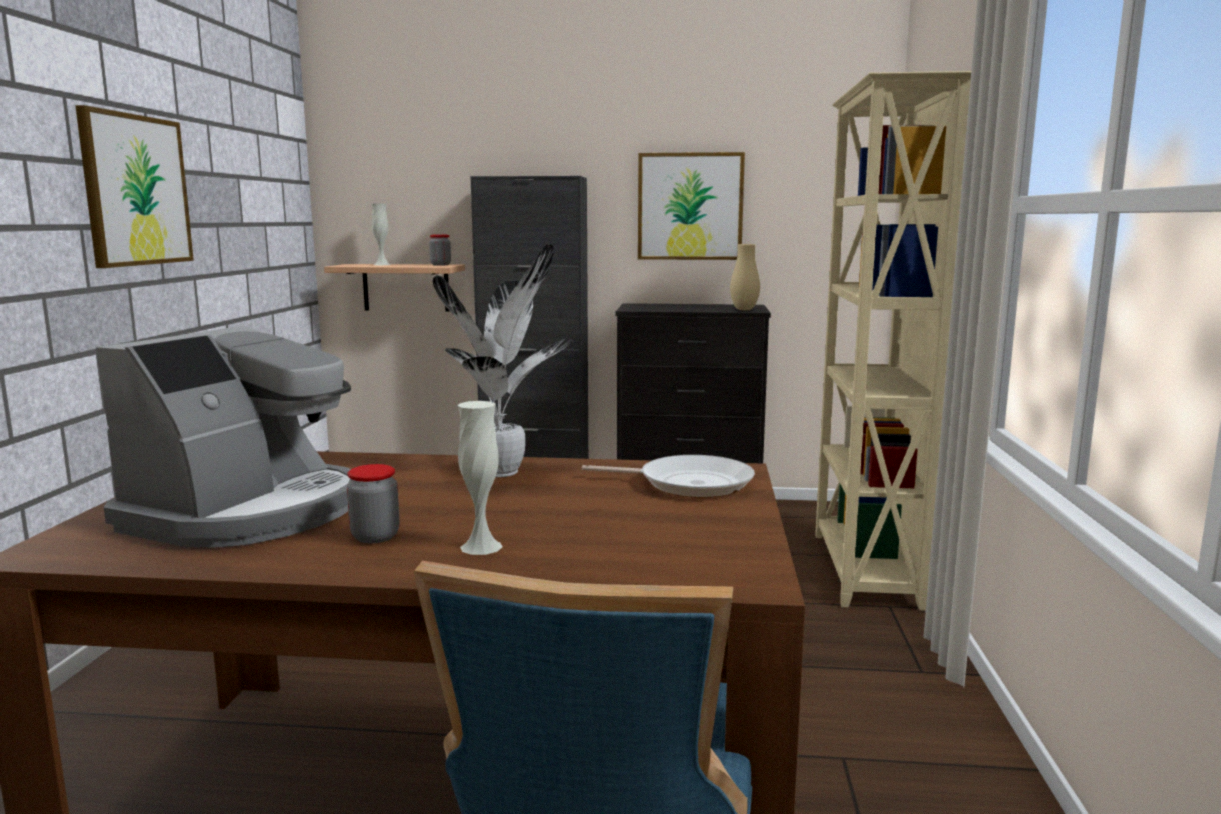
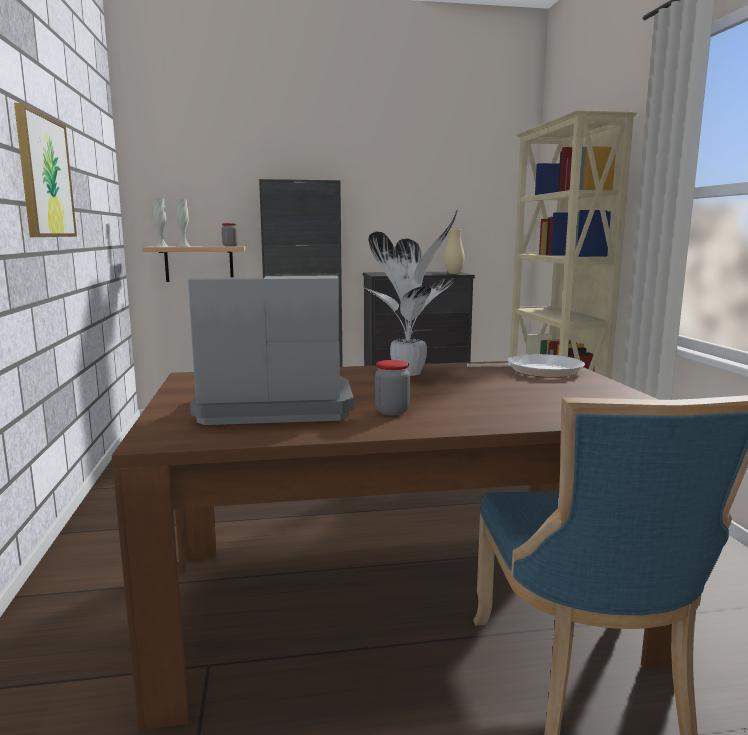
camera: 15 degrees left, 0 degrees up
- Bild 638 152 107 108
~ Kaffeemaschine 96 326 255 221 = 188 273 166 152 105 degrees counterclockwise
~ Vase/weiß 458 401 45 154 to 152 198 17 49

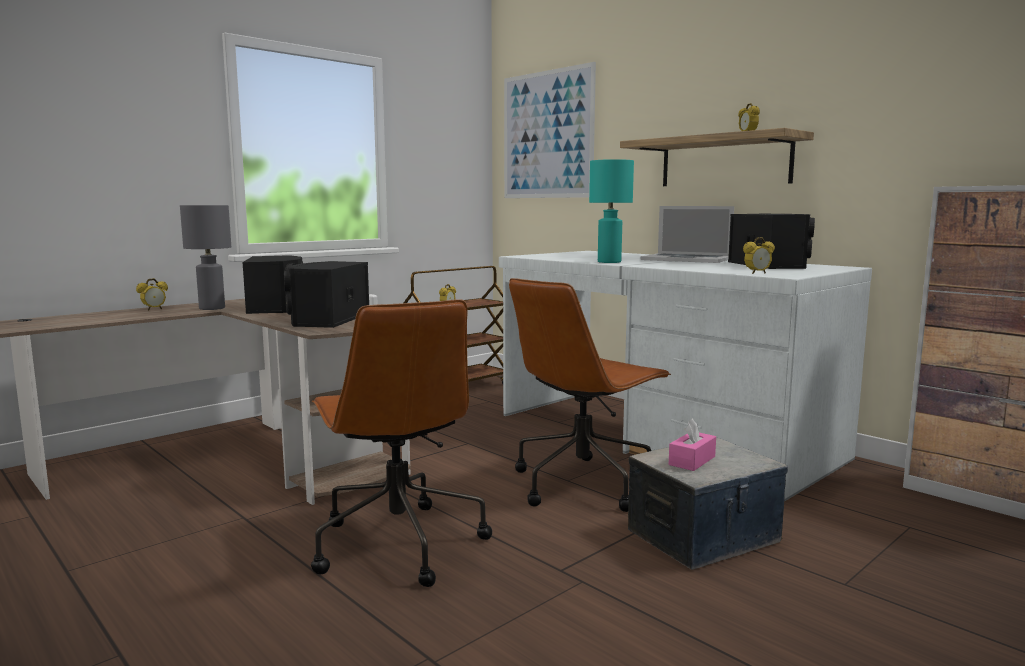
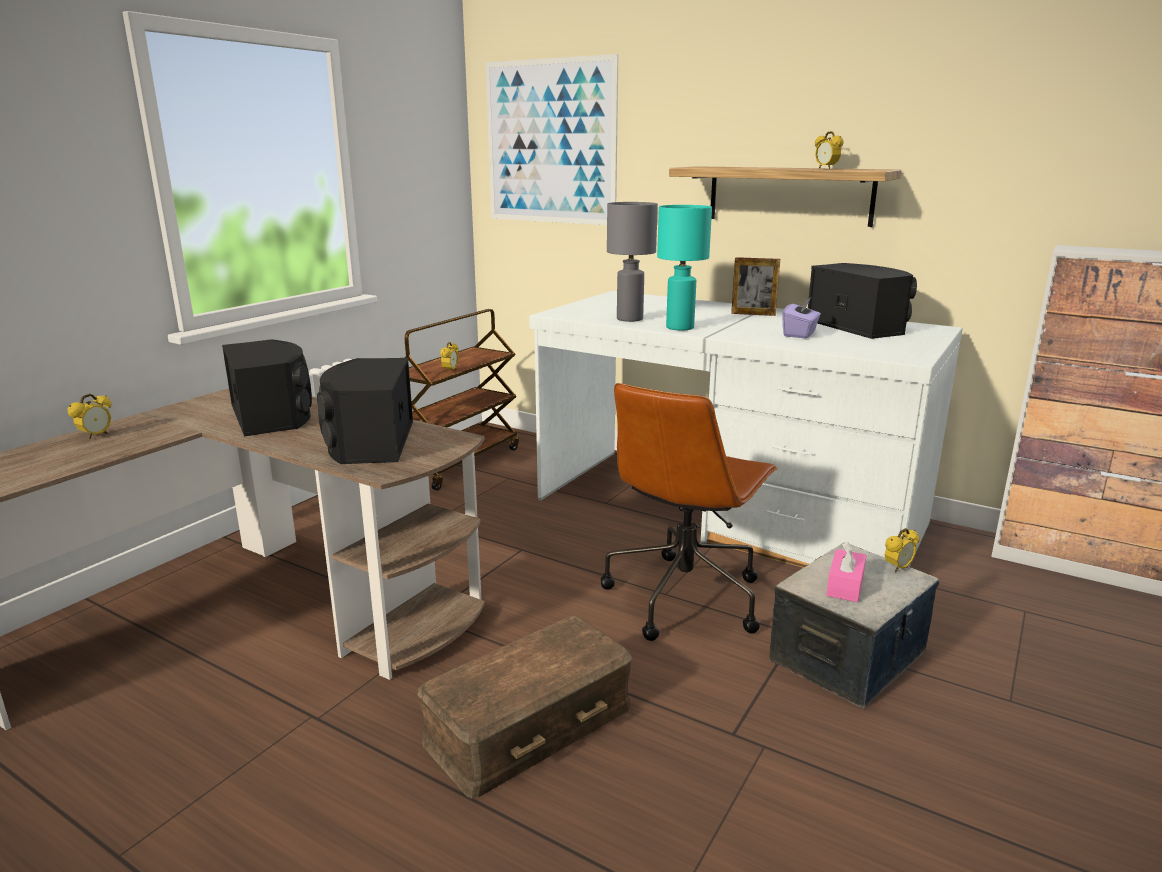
camera: 15 degrees left, 10 degrees up
~ Tischlampe/grau 180 205 51 105 to 607 202 51 120
~ Laptop 641 206 93 57 to Bilderrahmen 731 257 49 59
~ Wecker 743 237 32 37 to 885 528 35 45
~ Bürostuhl/braun 311 299 181 288 to Aufbewahrungsbox/braun 417 616 215 183
+ Taschentuchbox/lila 782 297 39 42

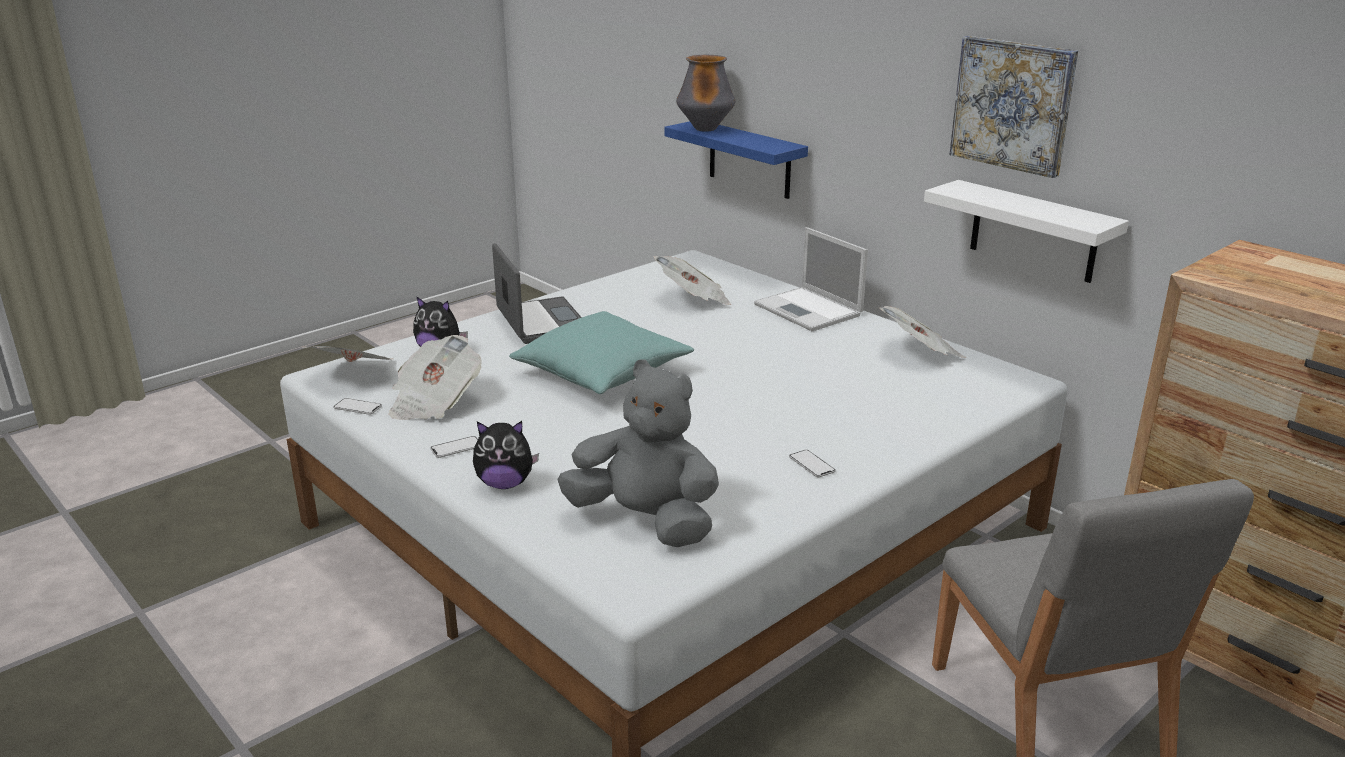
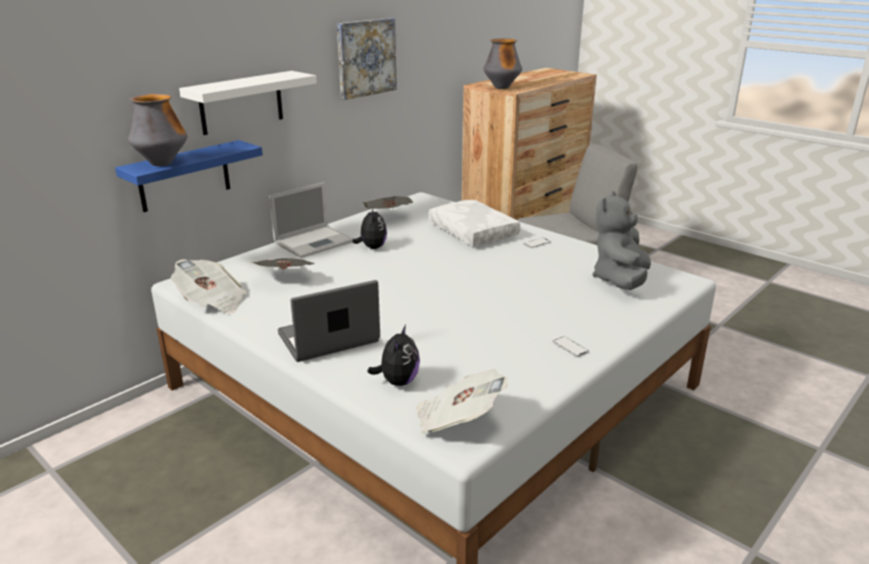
camera: 95 degrees left, 0 degrees up
~ Wandregal/weiß 924 180 205 103 to 179 71 137 64
- Kissen/türkis 509 311 185 83
~ Zeitung 389 335 93 85 to 171 259 75 54
- Handy 333 398 49 17
~ Plüschtier 473 421 66 68 to 352 208 35 41
+ Vase 483 38 39 51
+ Kissen/weiß 429 200 91 46

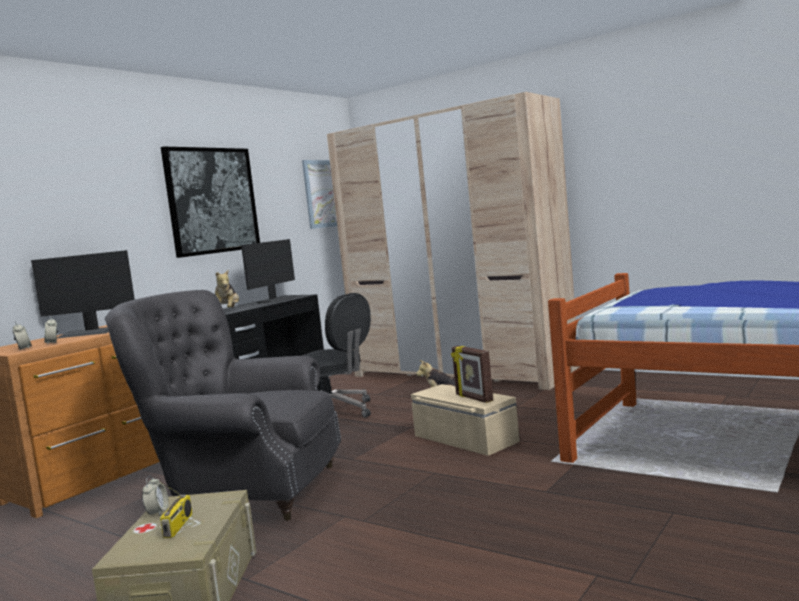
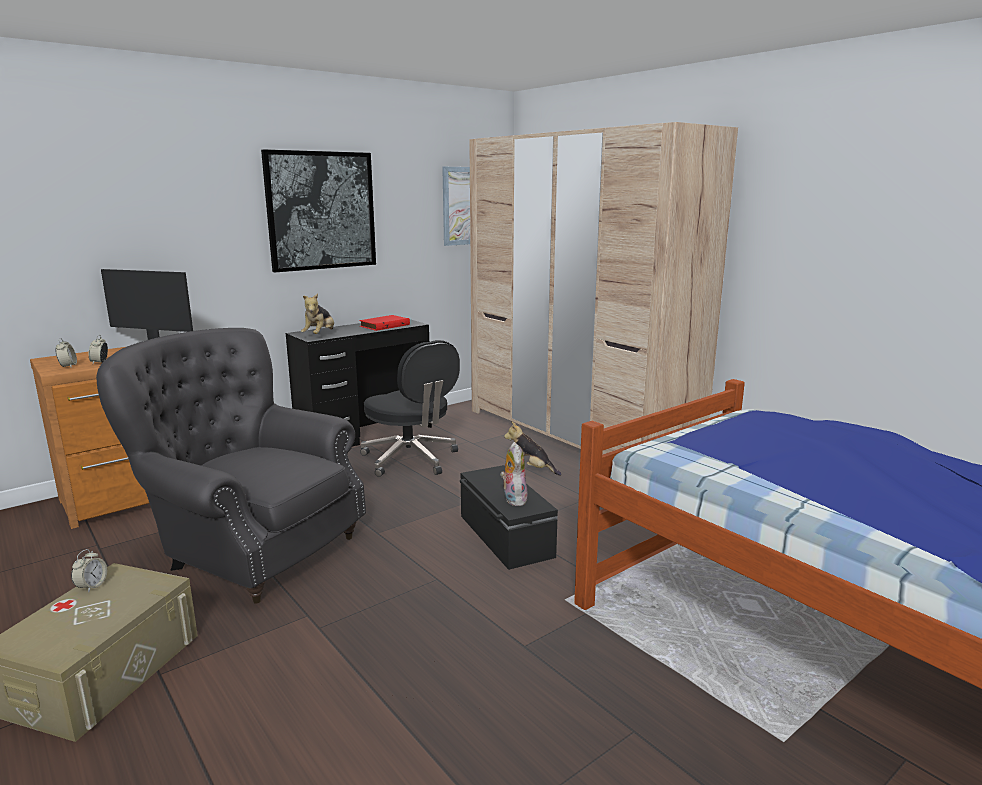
camera: 15 degrees right, 10 degrees up
~ Monitor 241 239 57 64 to Buch/rot 359 315 51 16
~ Bilderrahmen 451 346 42 57 to Plüschtier 500 442 28 64
~ Aufbewahrungsbox/beige 411 384 109 72 to Aufbewahrungsbox/schwarz 460 465 98 105
- Radio 160 482 32 56

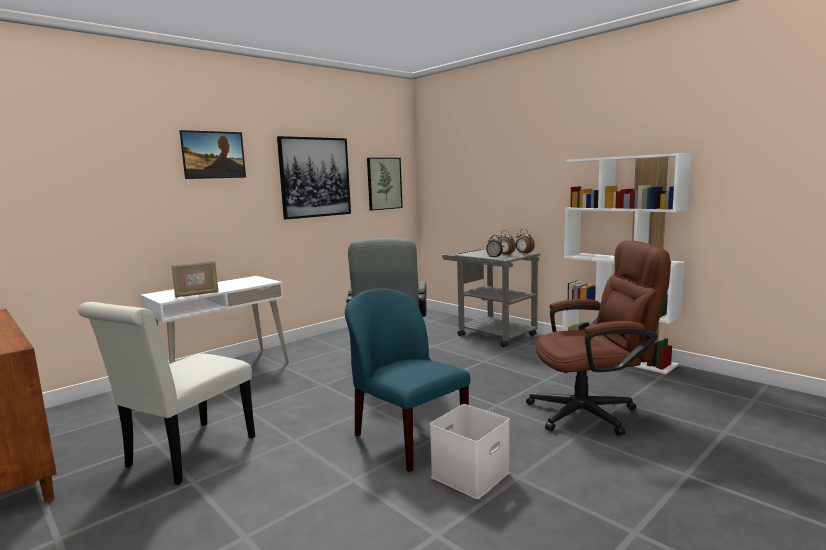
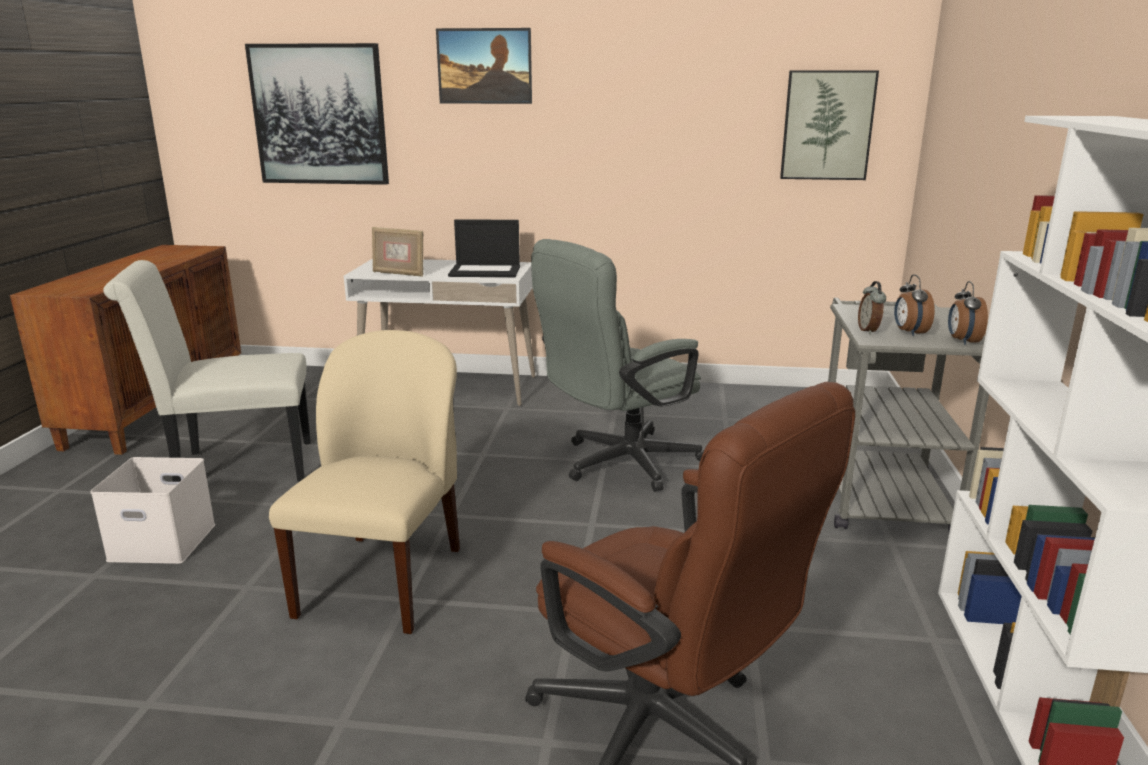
camera: 50 degrees right, 10 degrees up
~ Bild 277 136 74 84 to 245 43 144 142
~ Stuhl/blau 345 288 126 184 to Stuhl/beige 269 330 191 304
~ Aufbewahrungsbox/weiß 430 404 80 95 to 90 457 126 107
+ Laptop 448 219 72 58

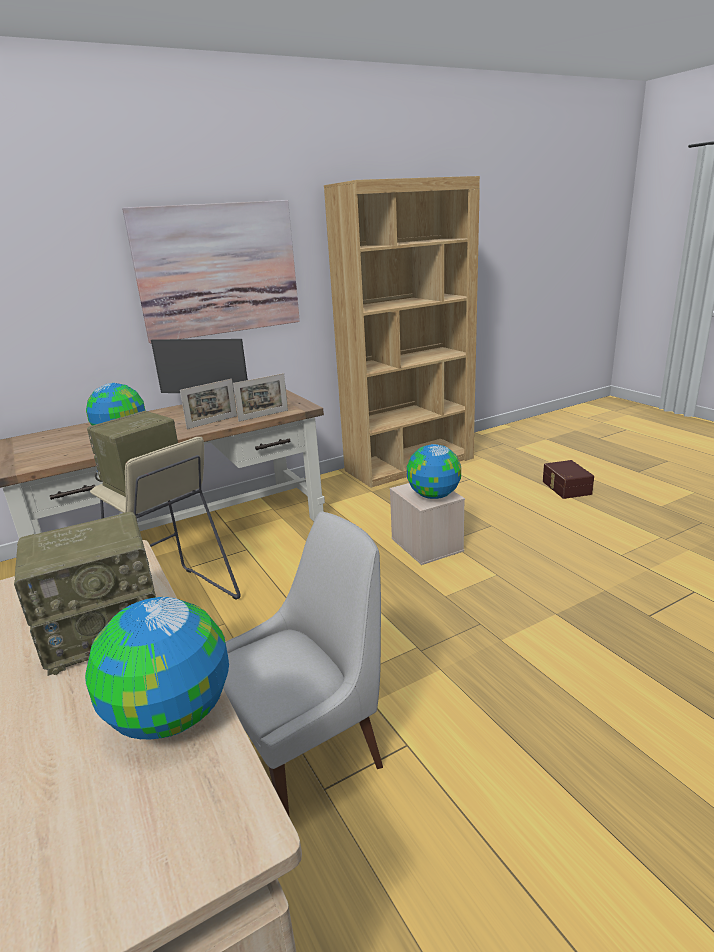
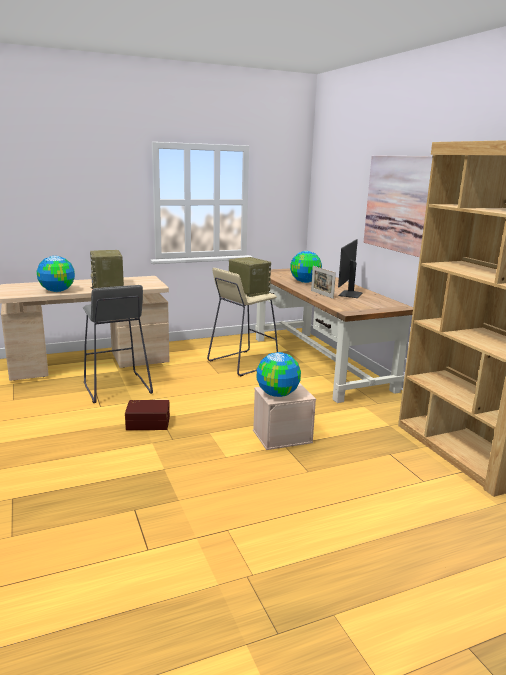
camera: 95 degrees right, 5 degrees down
- Bilderrahmen 233 373 55 48
~ Aufbewahrungsbox/braun 543 460 51 39 to 125 400 45 30
~ Stuhl/weiß 223 512 160 306 to Hocker/grau 83 285 70 118

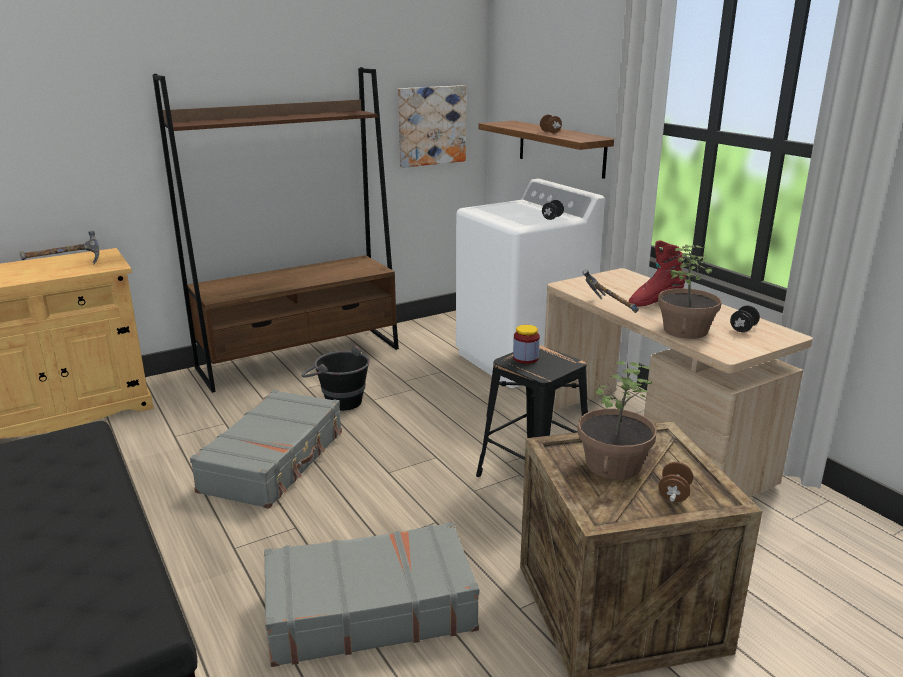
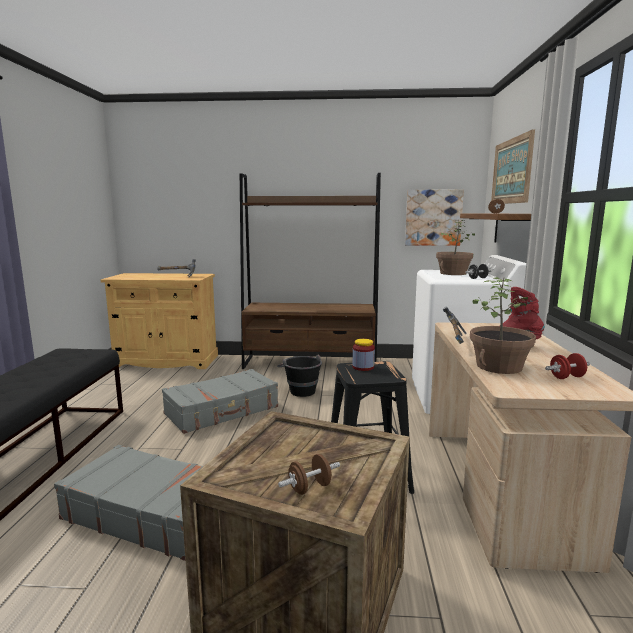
camera: 35 degrees right, 10 degrees down
~ Hantel/schwarz 730 305 30 27 to Hantel/rot 545 353 45 26
~ Topfpflanze 577 361 80 119 to 436 220 39 55
+ Bild 491 129 44 75

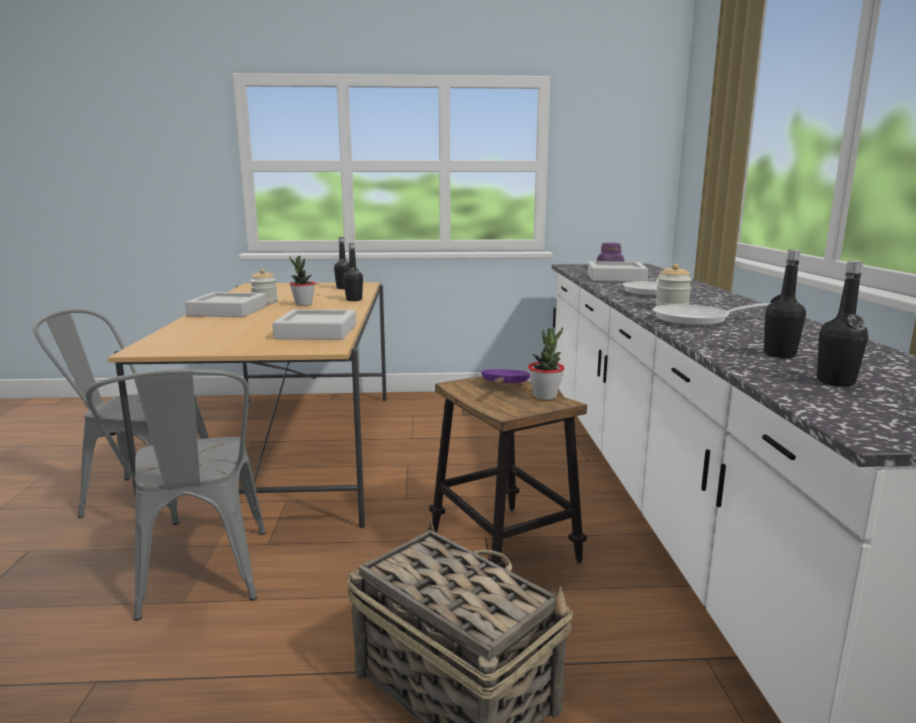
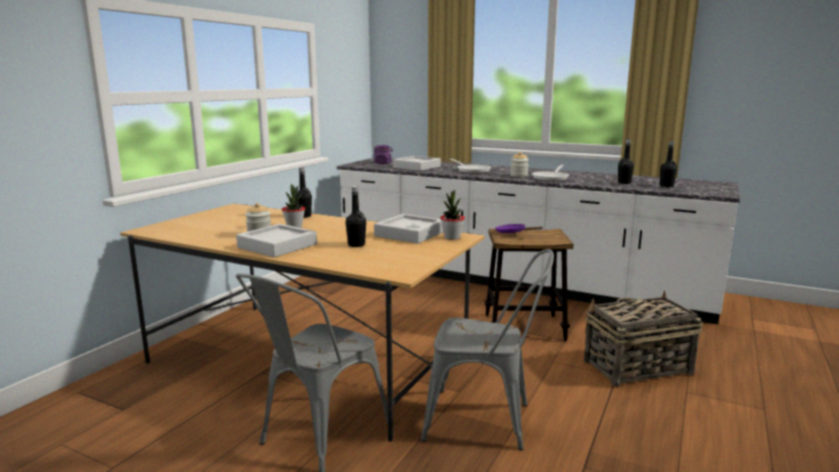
camera: 60 degrees left, 0 degrees up
~ Flasche/schwarz 334 237 15 52 to 345 186 21 61
~ Topfpflanze 528 327 36 73 to 440 189 25 51

